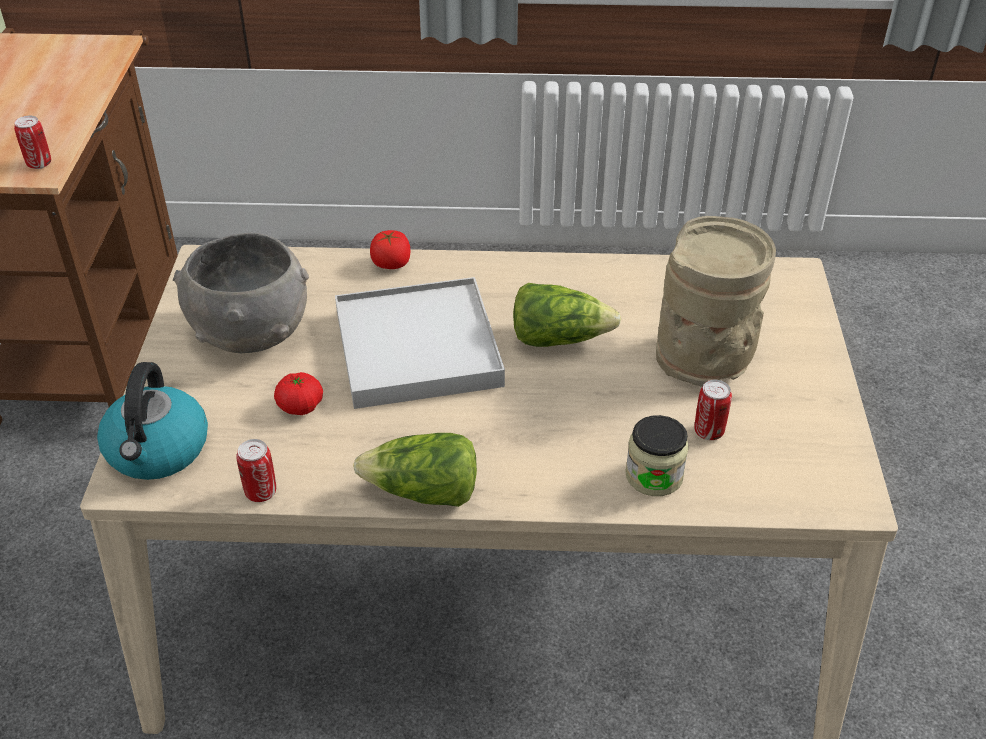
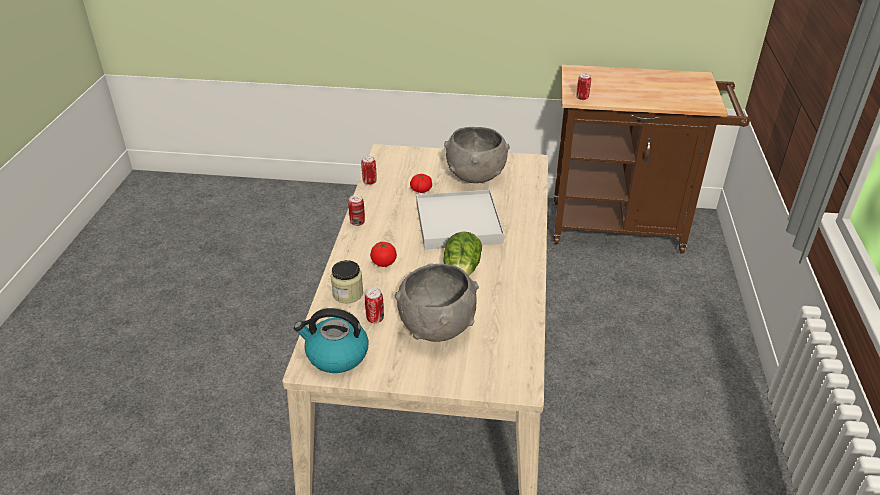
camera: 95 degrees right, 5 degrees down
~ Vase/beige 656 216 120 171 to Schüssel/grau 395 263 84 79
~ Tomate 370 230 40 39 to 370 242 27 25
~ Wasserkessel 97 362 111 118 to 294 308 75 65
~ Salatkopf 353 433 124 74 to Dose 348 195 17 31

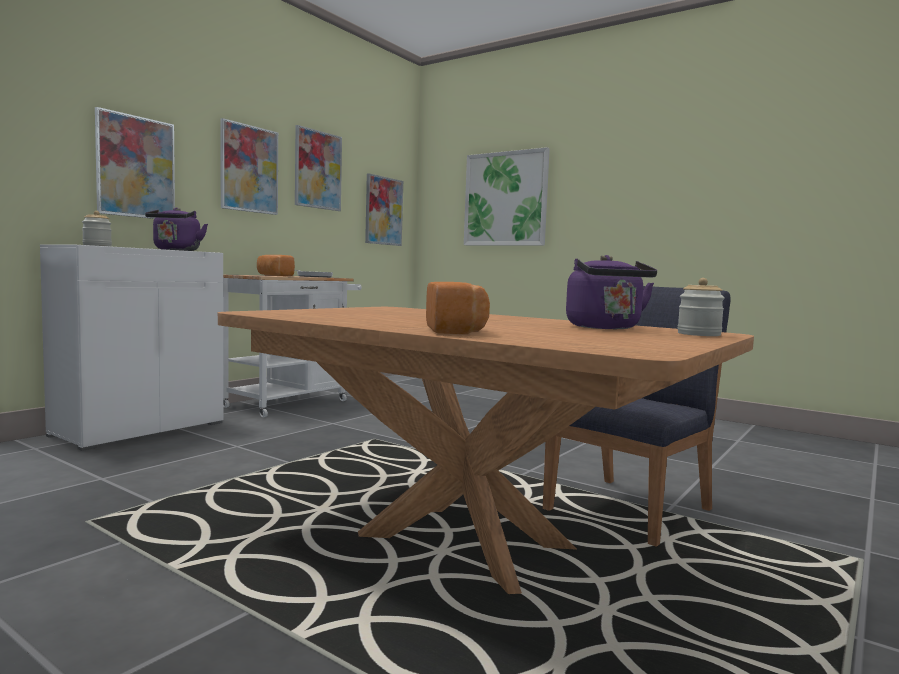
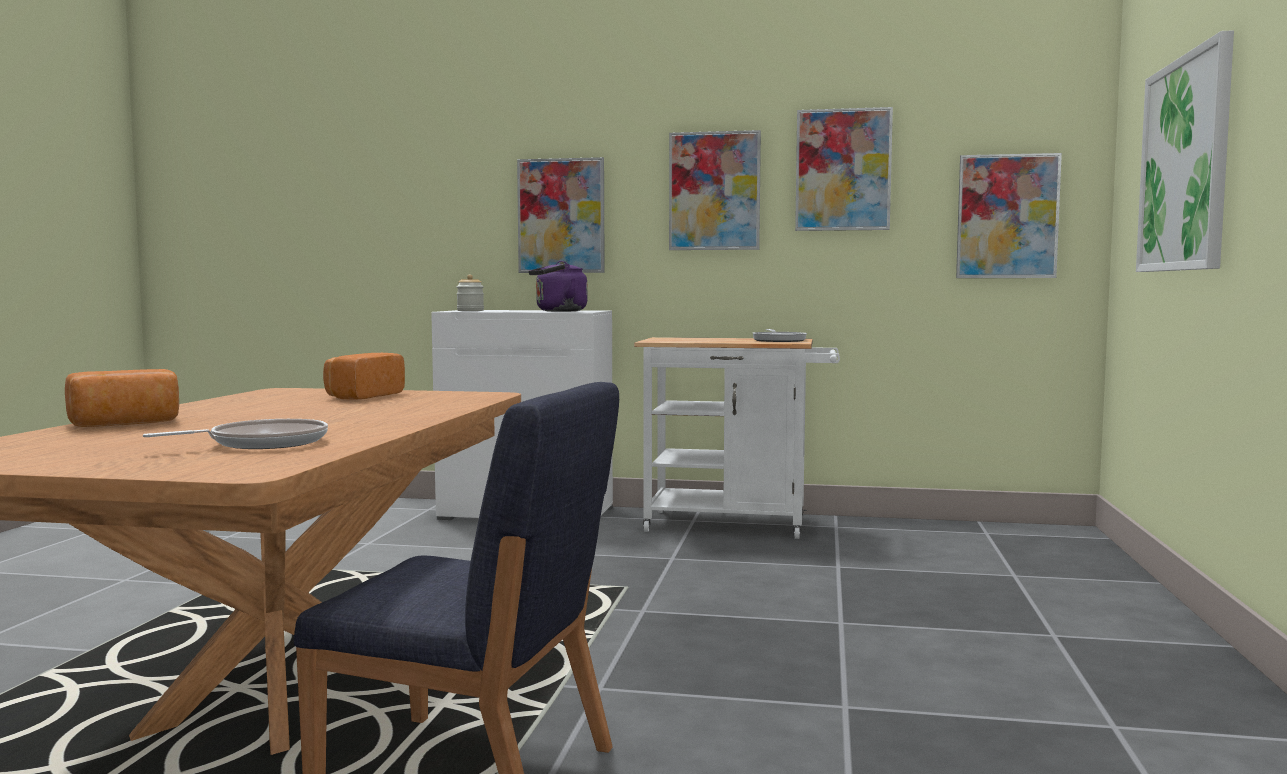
camera: 65 degrees right, 0 degrees up
~ Brot 257 255 38 21 to 323 353 82 47
~ Wasserkessel/lila 566 255 91 74 to Pfanne 143 419 185 30
- Vorratsglas 677 278 48 58

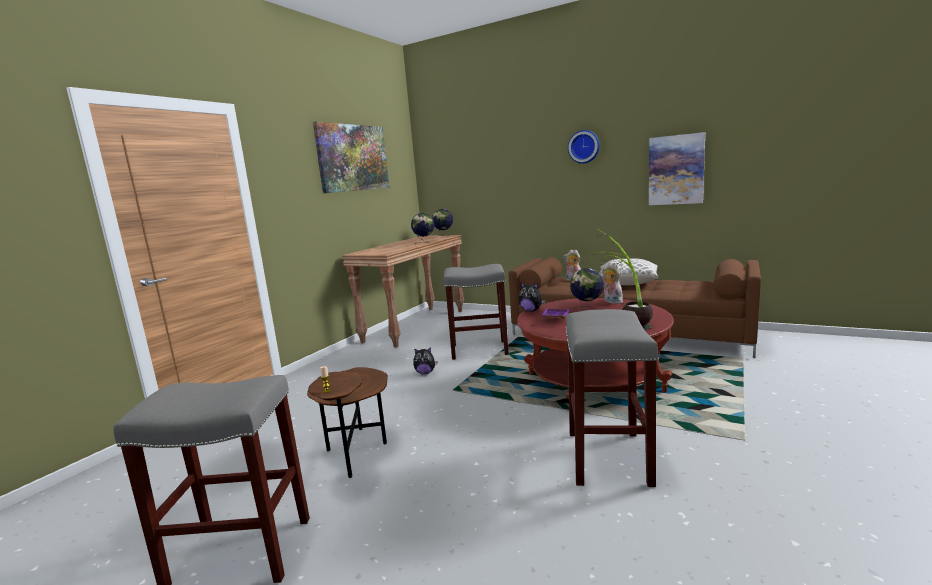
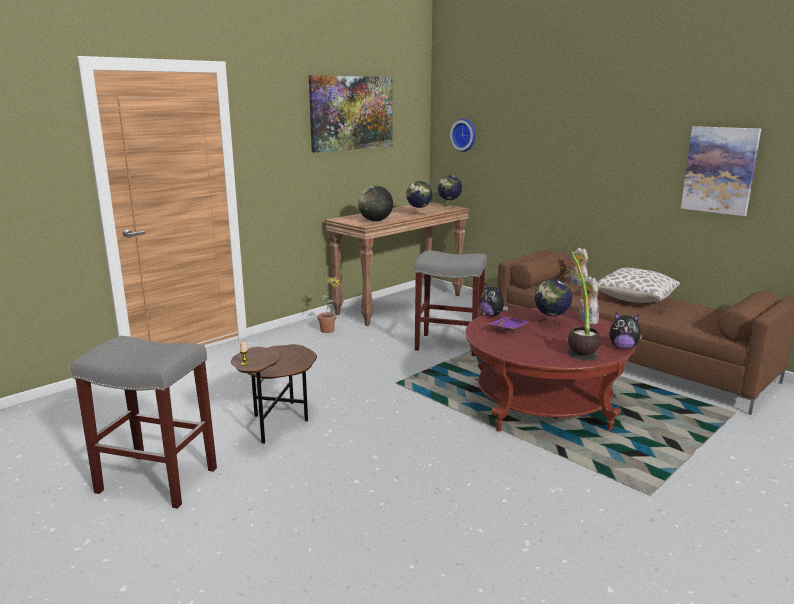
camera: 15 degrees right, 5 degrees up
~ Wanduhr 568 130 32 34 to 450 119 26 33
- Hocker/grau 565 309 94 178
~ Plüschtier 413 347 25 27 to 609 313 34 36
+ Globus 358 186 35 35
+ Topfpflanze 317 276 24 57

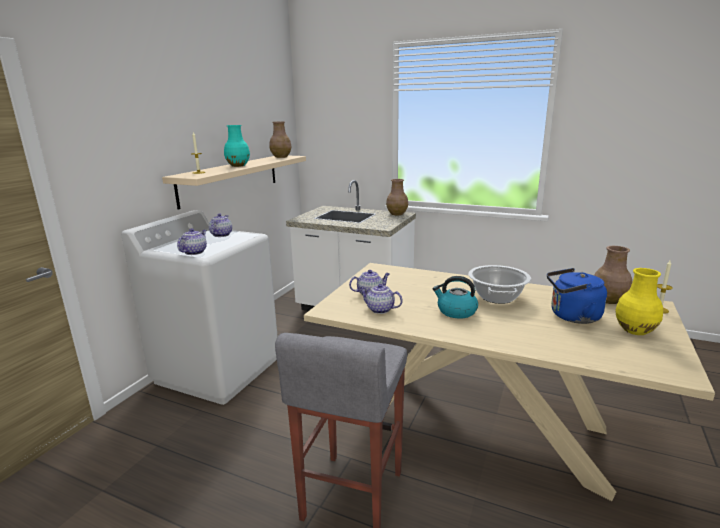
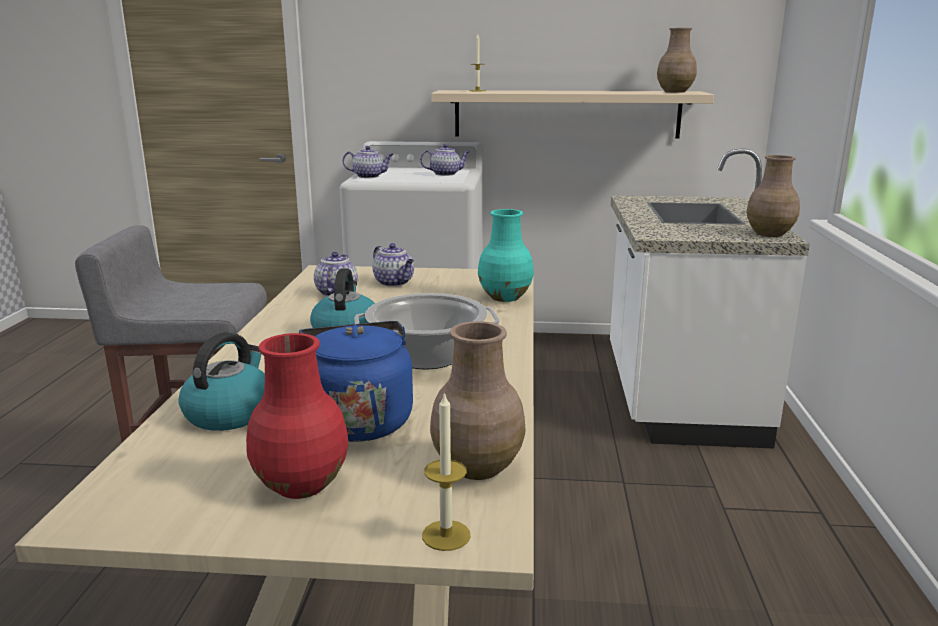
camera: 70 degrees right, 0 degrees up
~ Vase/türkis 224 125 26 42 to 478 209 56 93
~ Vase/gelb 615 268 48 67 to Vase/rot 246 333 102 166
+ Wasserkessel 178 332 87 99

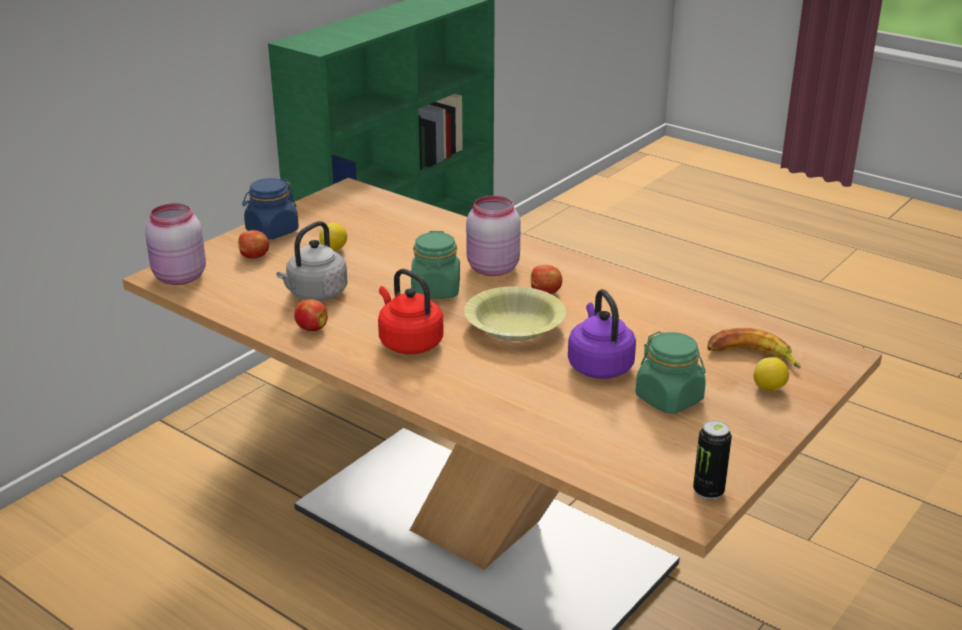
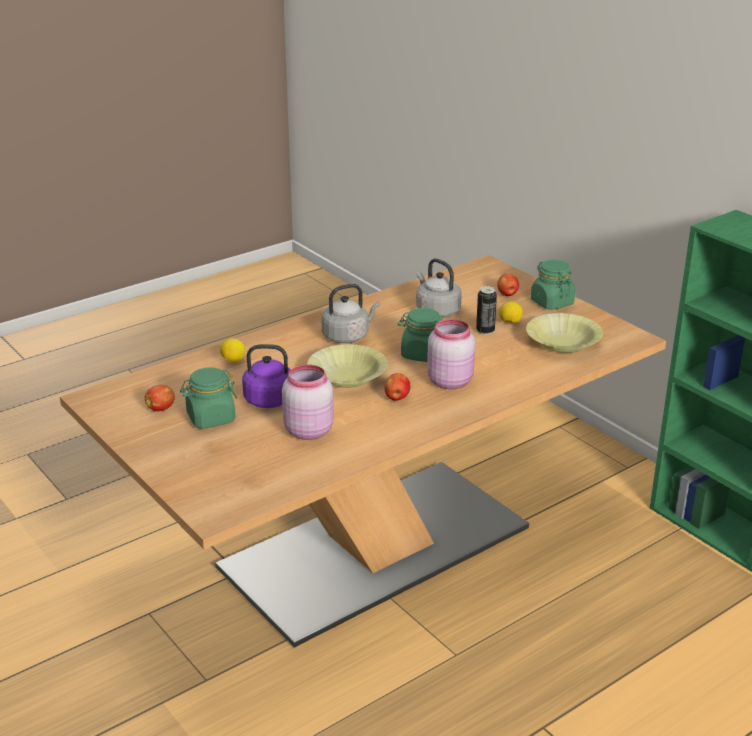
camera: 105 degrees right, 0 degrees up
~ Vorratsglas/blau 242 178 57 62 to Vorratsglas/grün 531 259 44 51
~ Vorratsglas/rosa 145 203 61 82 to 282 364 52 76
~ Wasserkessel/rot 378 269 66 85 to Wasserkessel/grau 321 284 59 59
~ Apfel 294 299 34 32 to 145 385 30 26
- Banane 707 328 94 40
~ Zitrone 754 357 35 34 to 220 338 25 25
~ Dose 693 420 39 80 to 476 286 21 49
+ Schüssel/gelb 526 313 77 40

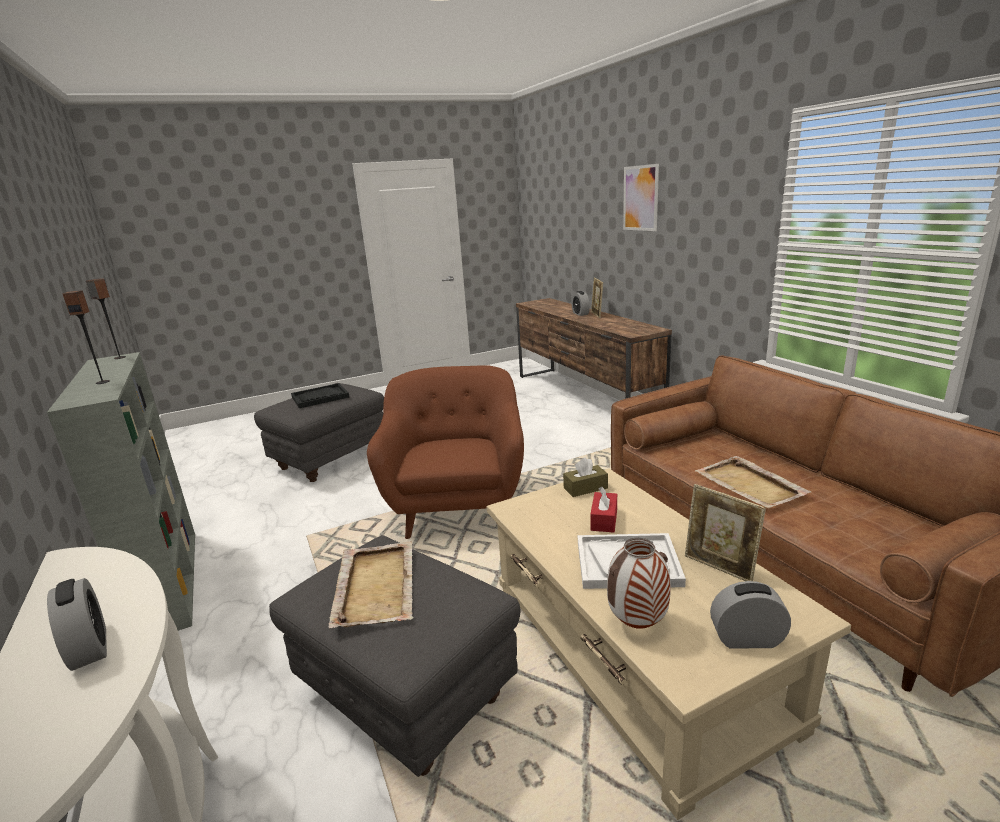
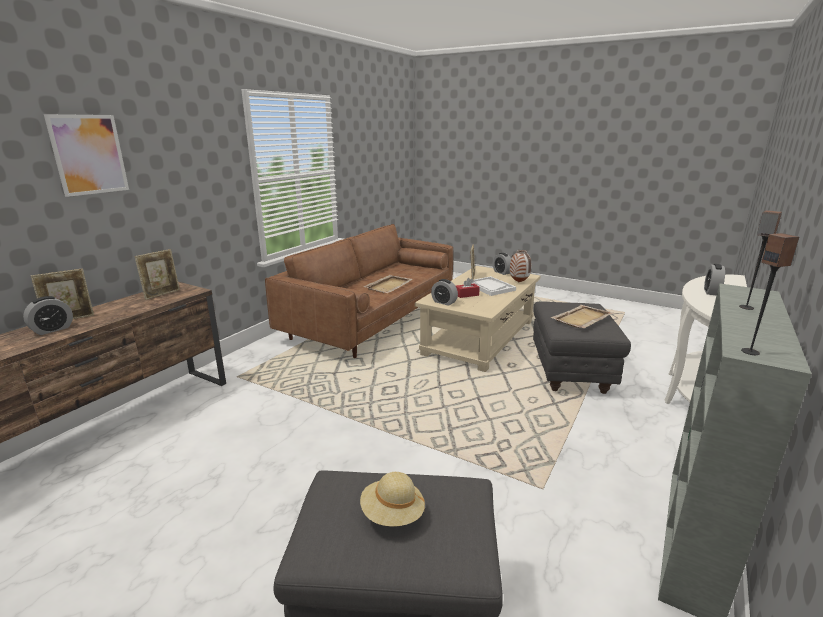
camera: 125 degrees left, 0 degrees up
- Sessel/braun 367 365 157 174
~ Tablett/schwarz 291 383 58 25 to Hut/beige 360 472 65 54
~ Taschentuchbox/braun 563 457 45 40 to Wecker 431 279 27 27
+ Bilderrahmen 134 249 46 51

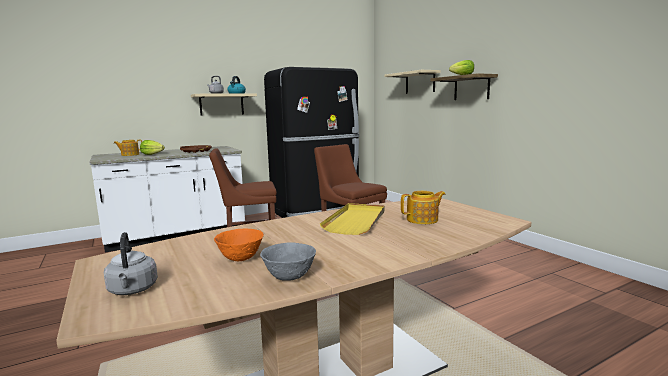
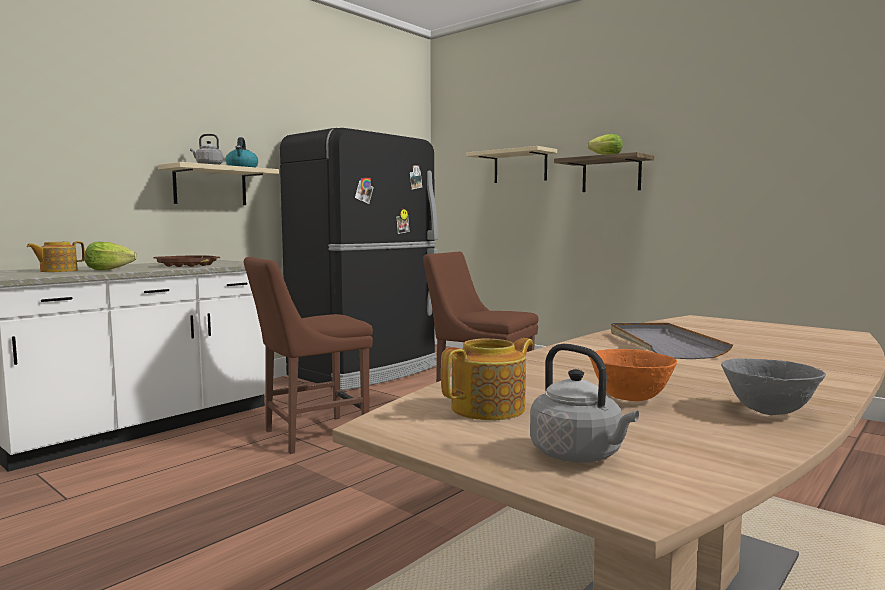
camera: 20 degrees left, 5 degrees down
~ Teekanne 401 191 45 33 to 441 338 92 82
~ Tablett/gelb 320 203 65 32 to Tablett/grau 611 323 122 36

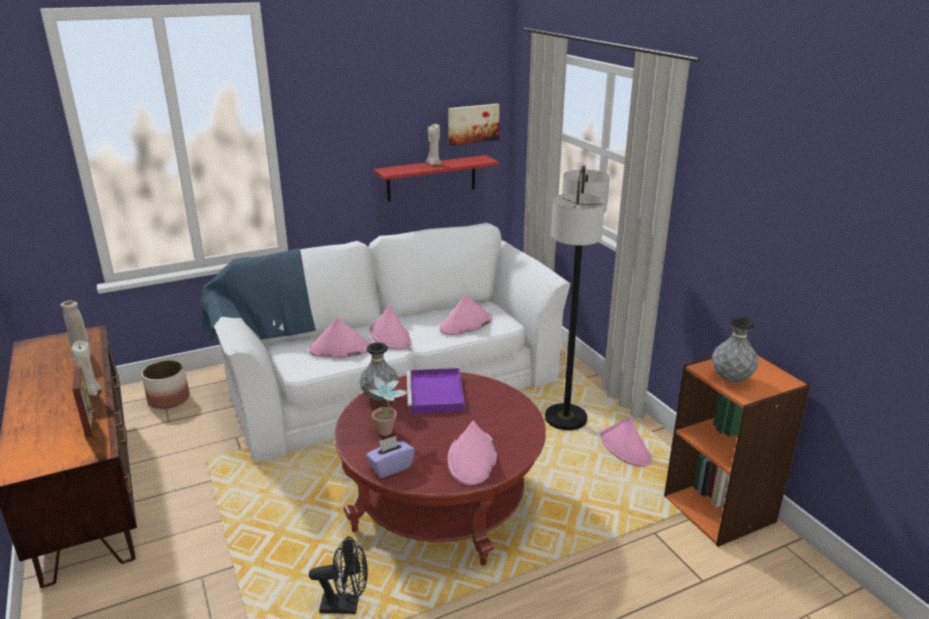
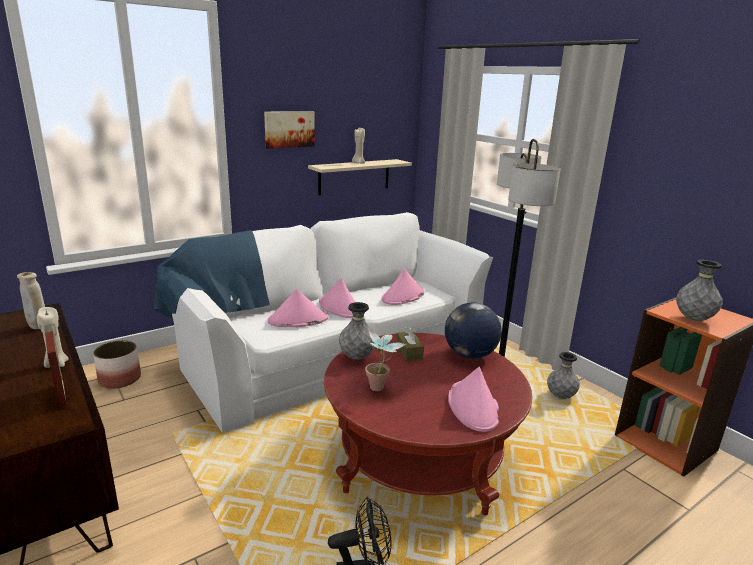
camera: 10 degrees left, 5 degrees down
~ Bild 448 104 52 41 to 264 111 51 38
~ Wandregal/rot 374 155 125 46 to Wandregal/beige 308 159 104 36
~ Tablett/lila 407 368 58 46 to Taschentuchbox/braun 396 326 28 35
~ Hut/rosa 601 417 51 50 to Vase/grau 547 352 33 47
- Taschentuchbox/lila 366 436 49 42
+ Globus 445 303 57 56

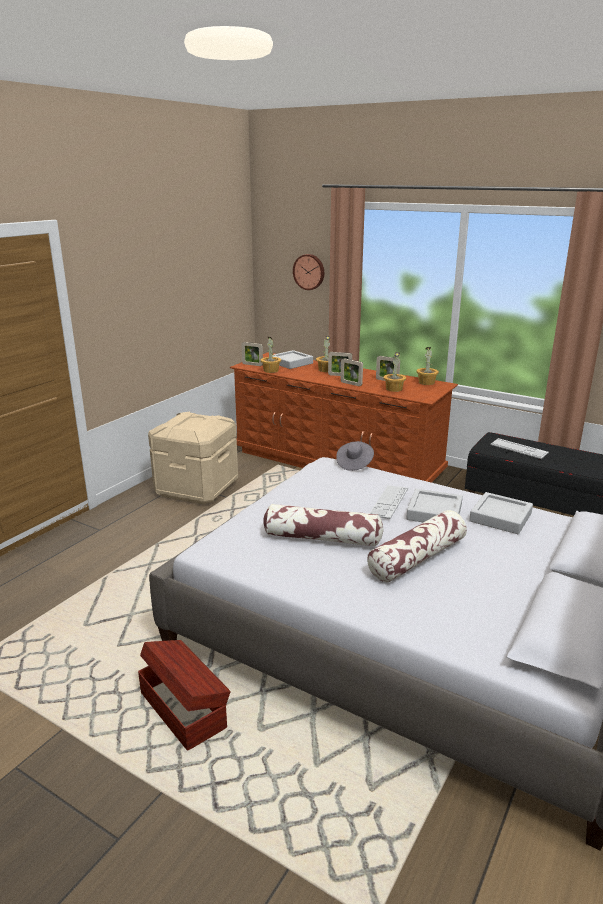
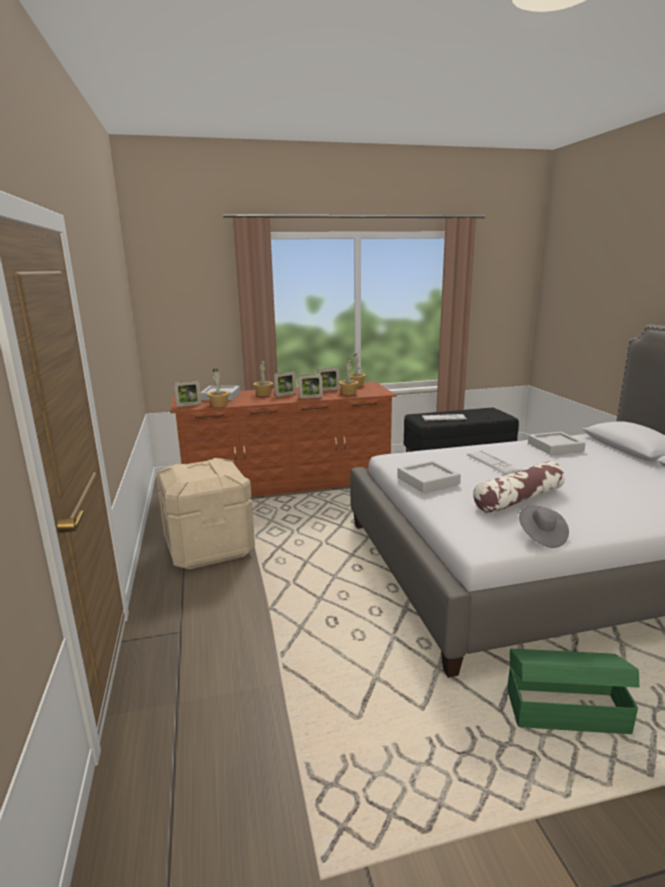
camera: 45 degrees left, 5 degrees down
- Wanduhr 293 254 31 36
~ Hut/grau 336 441 38 30 to 519 506 50 42
~ Tablett/grau 406 489 57 33 to 397 460 64 33
- Kissen 367 510 100 72
~ Aufbewahrungsbox/braun 138 640 93 111 to Aufbewahrungsbox/grün 507 649 132 85

